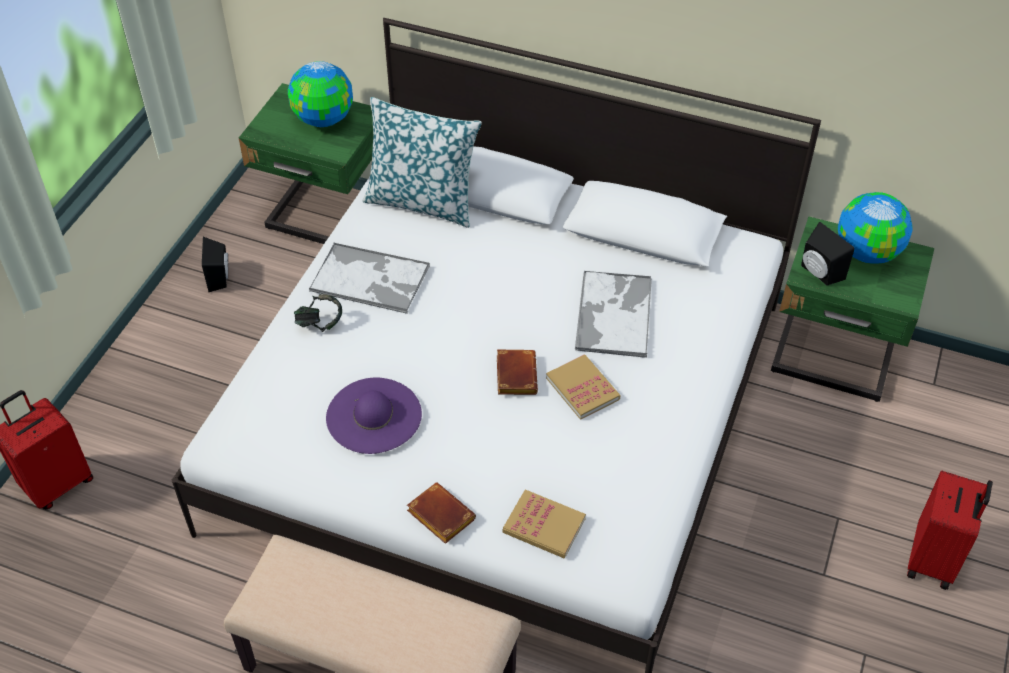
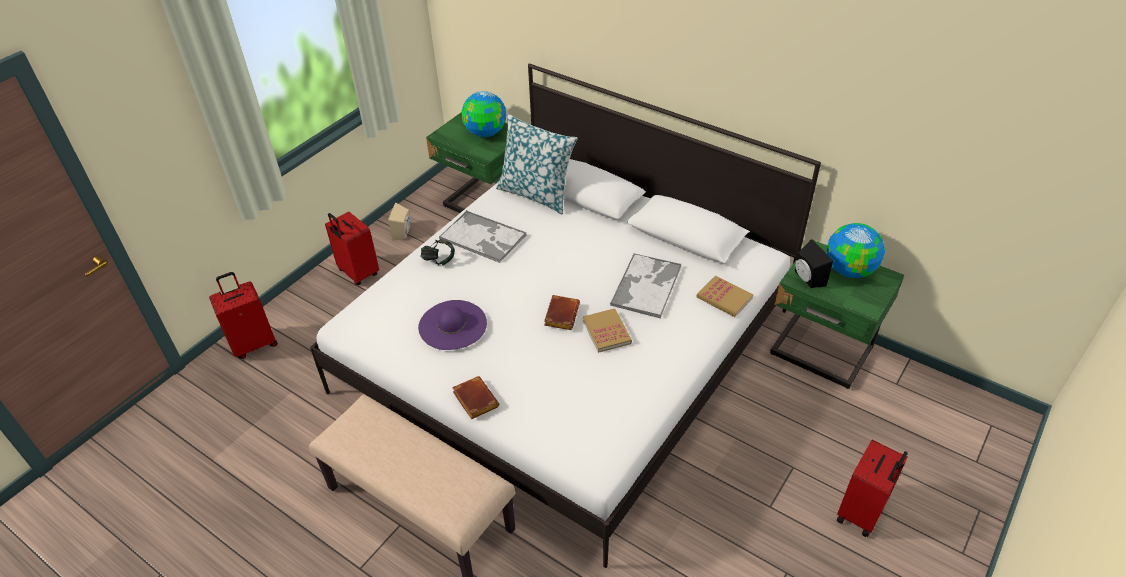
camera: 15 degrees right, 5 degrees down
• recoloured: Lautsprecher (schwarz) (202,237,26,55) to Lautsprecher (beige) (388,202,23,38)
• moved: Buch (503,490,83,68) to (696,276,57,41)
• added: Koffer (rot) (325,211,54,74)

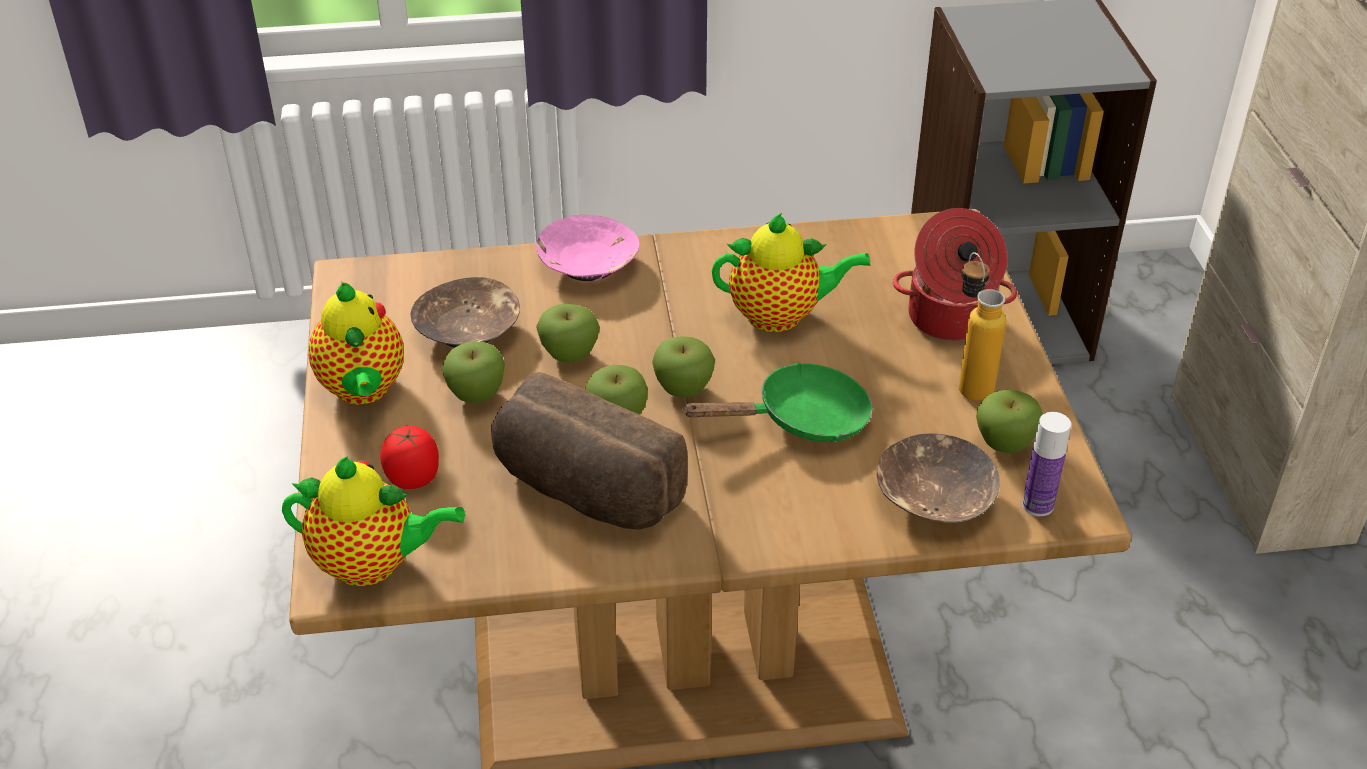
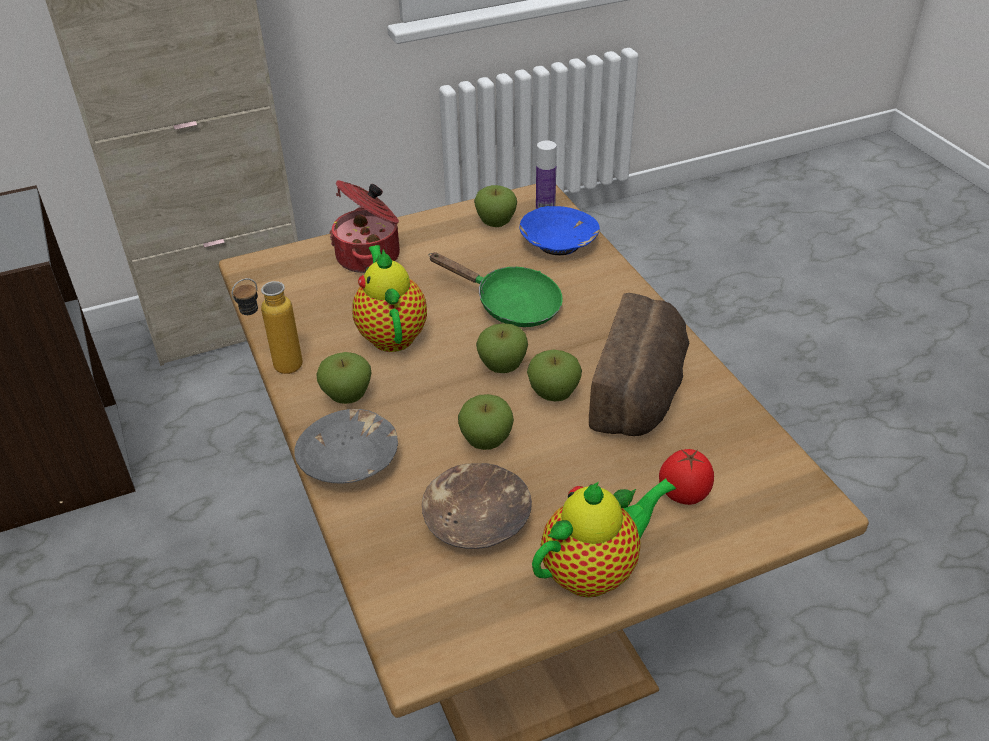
camera: 105 degrees left, 0 degrees up
• removed: Teekanne (282,456,183,130)
• moved: Apfel (442,341,63,62) to (316,352,56,52)
• recoloured: Schüssel (rosa) (536,215,103,66) to Schüssel (grau) (295,409,103,75)
• turned: Pfanne (grün) (682,362,191,80) = (429,252,134,75) 150 degrees clockwise
• recoloured: Schüssel (braun) (877,433,123,90) to Schüssel (blau) (520,206,80,49)
• moved: Flasche (959,252,47,149) to (232,278,71,96)

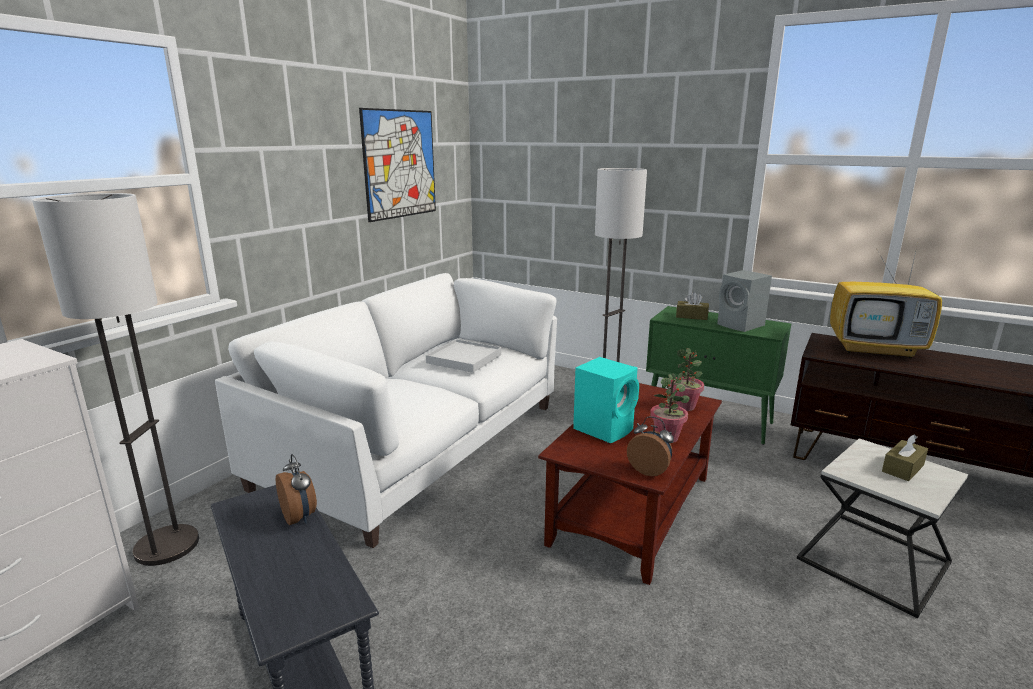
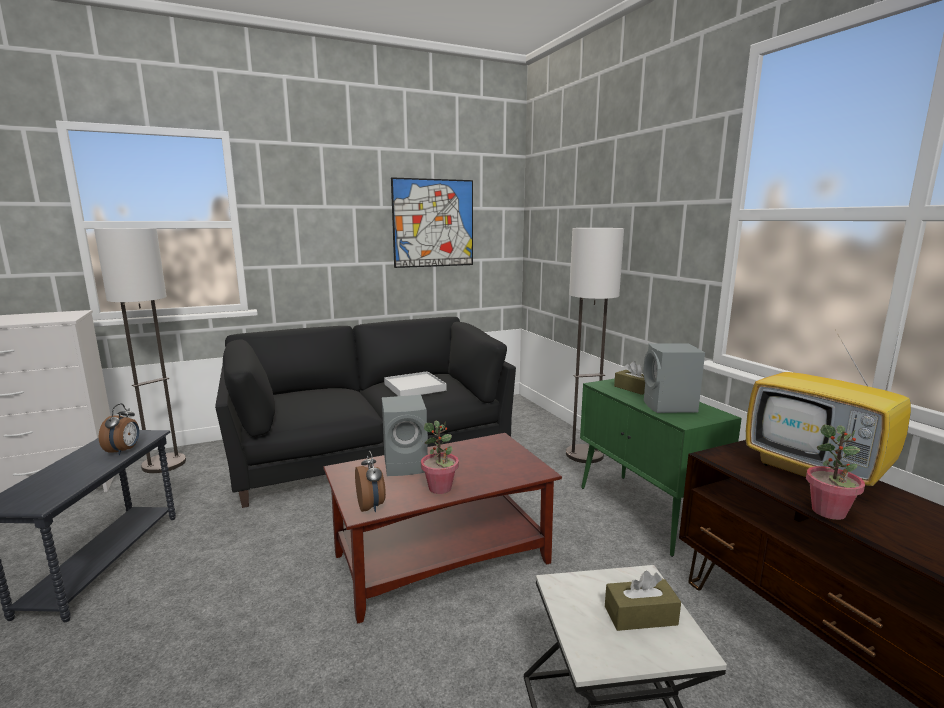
camera: 35 degrees right, 5 degrees down
• recoloured: Sofa (weiß) (215,273,342,275) to Sofa (schwarz) (215,317,301,191)
• recoloured: Lautsprecher (türkis) (573,357,66,86) to Lautsprecher (grau) (382,395,46,81)
• moved: Topfpflanze (670,348,34,63) to (806,425,59,95)

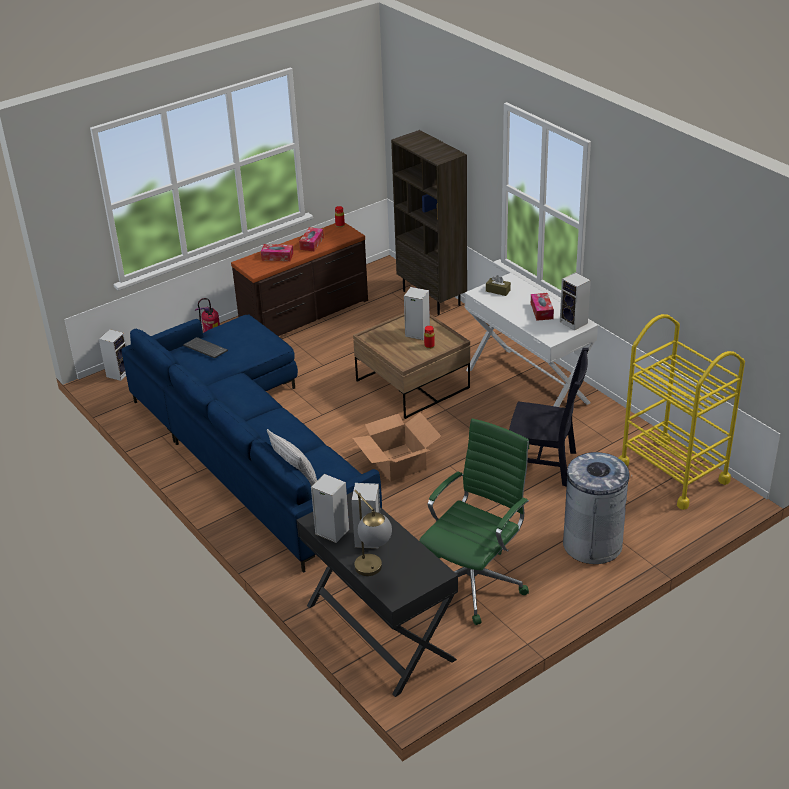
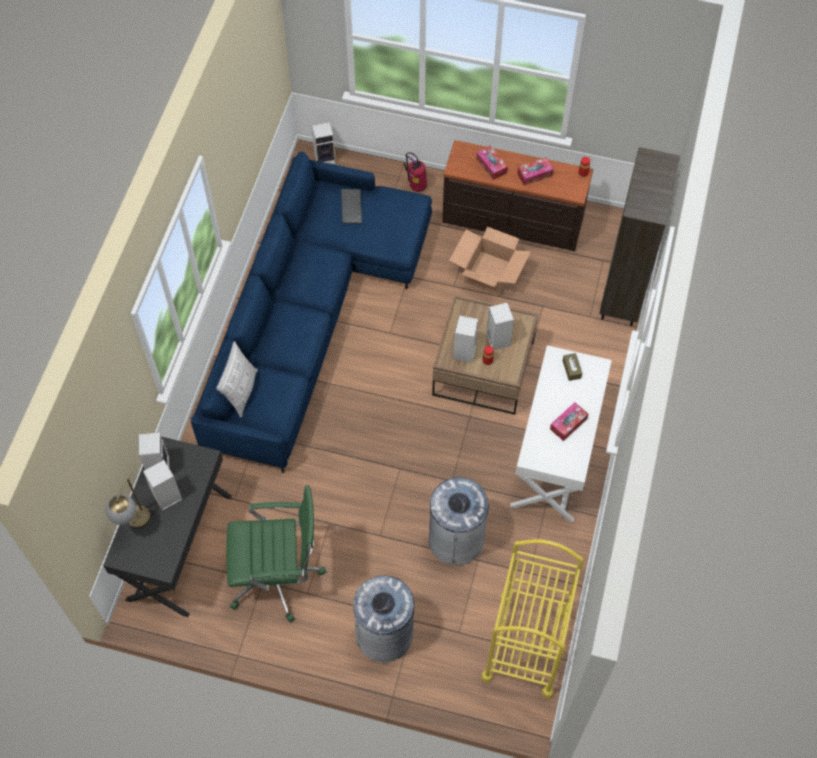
camera: 50 degrees right, 25 degrees up
• moved: Karton (352,412,89,70) to (449,227,82,68)
• replaced: Stuhl (schwarz) (509,348,80,139) to Mülleimer (grau) (429,478,62,87)
• moved: Lautsprecher (560,272,31,58) to (453,315,25,48)

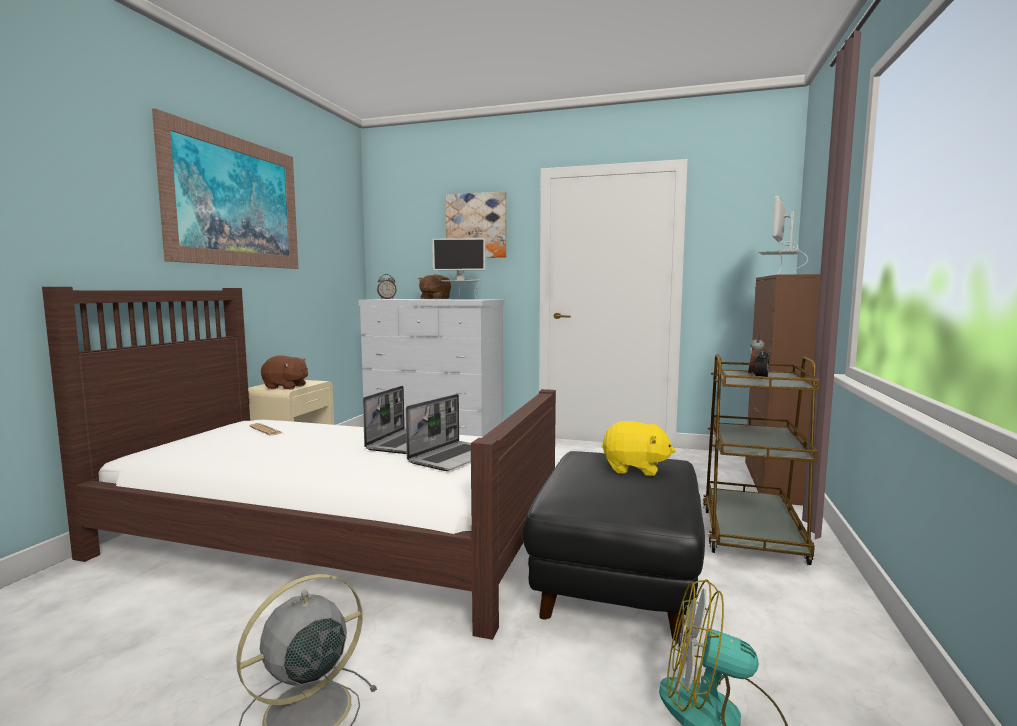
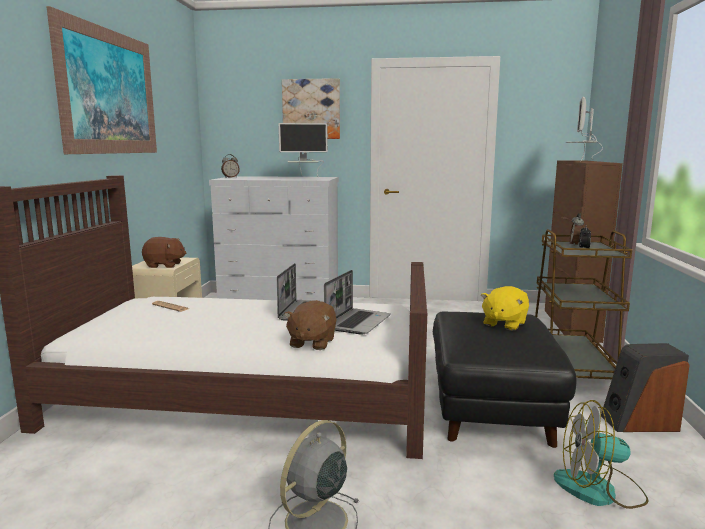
camera: 10 degrees left, 5 degrees up
• moved: Plüschtier (braun) (418,274,33,25) to (284,300,53,50)
• turned: Plüschtier (gelb) (602,421,74,55) = (481,286,48,45) 120 degrees clockwise
• added: Lautsprecher (601,343,89,89)

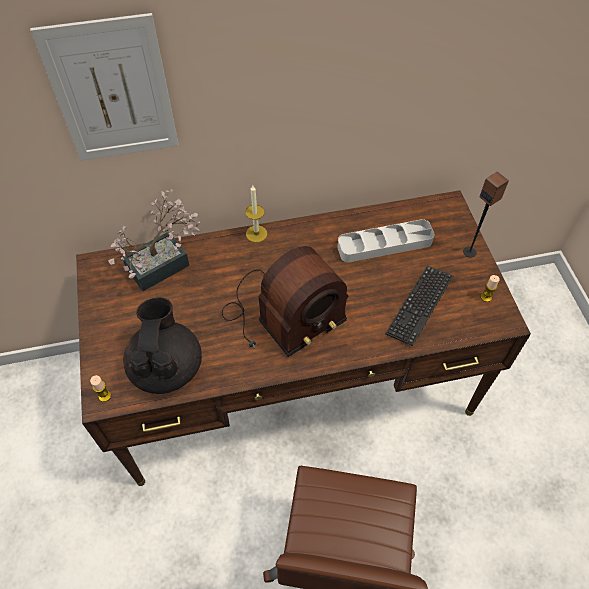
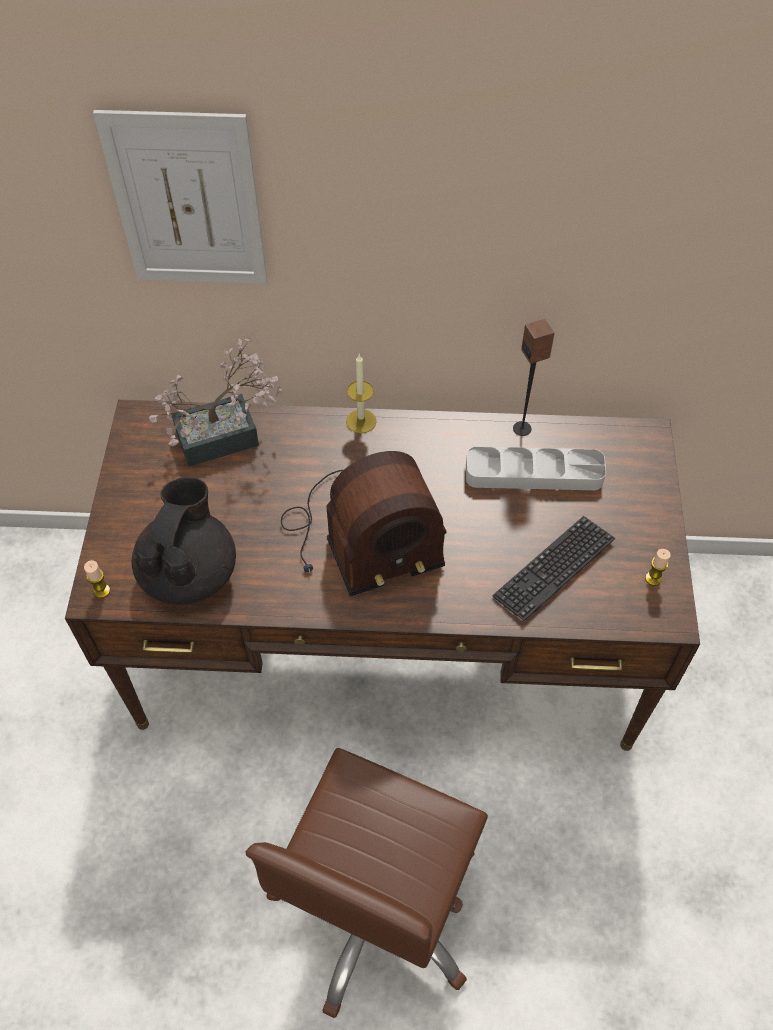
camera: 15 degrees right, 0 degrees up
• moved: Lautsprecher (463,171,46,87) to (513,319,42,117)

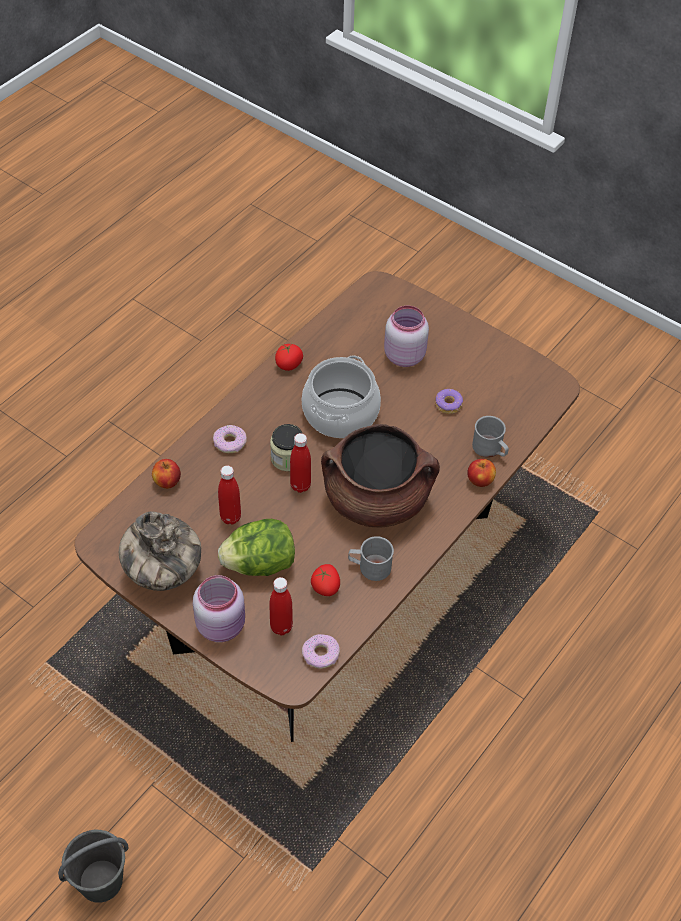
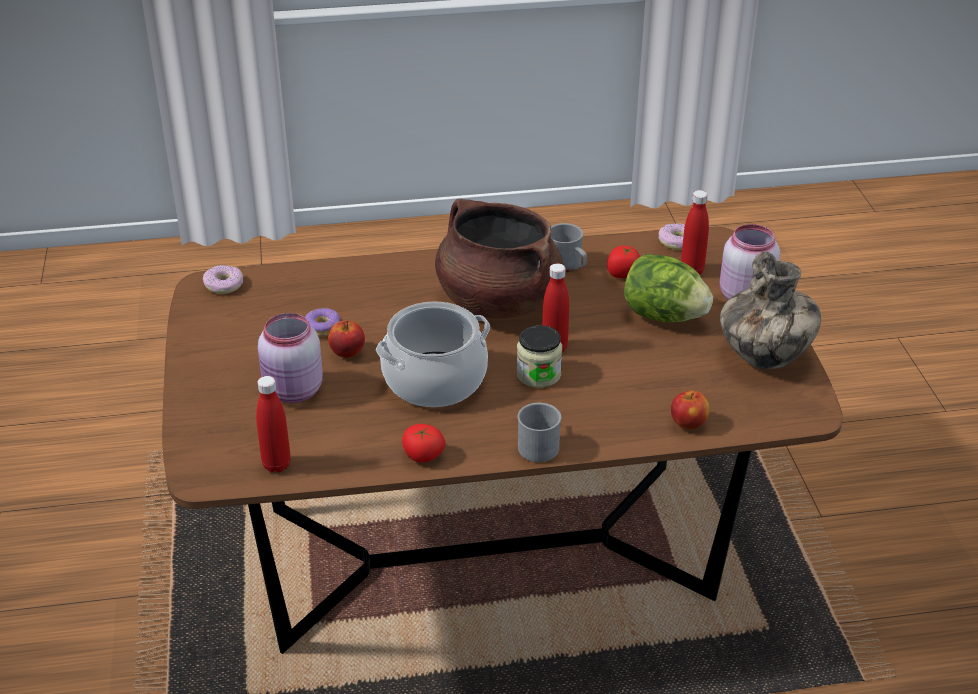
camera: 135 degrees left, 15 degrees down
• removed: Eimer (grau) (58,830,71,73)
• moved: Donut (213,425,34,28) to (203,265,40,29)
• moved: Flasche (rot) (218,466,23,59) to (256,376,35,96)
• moved: Apfel (467,459,29,28) to (328,320,37,38)
• moved: Henkelbecher (grau) (472,416,37,42) to (518,403,43,59)

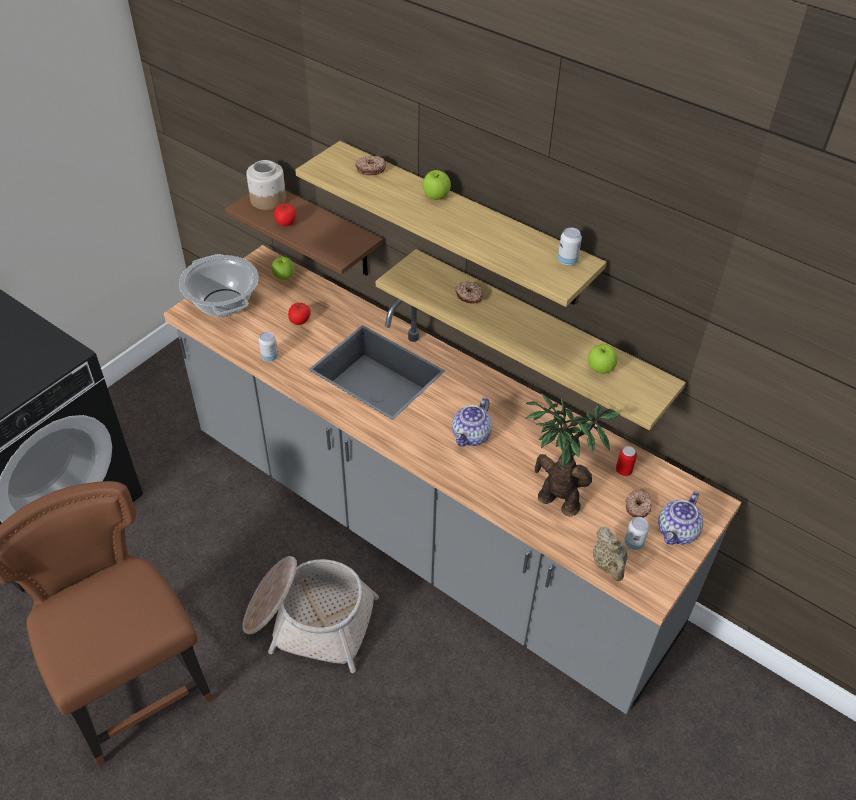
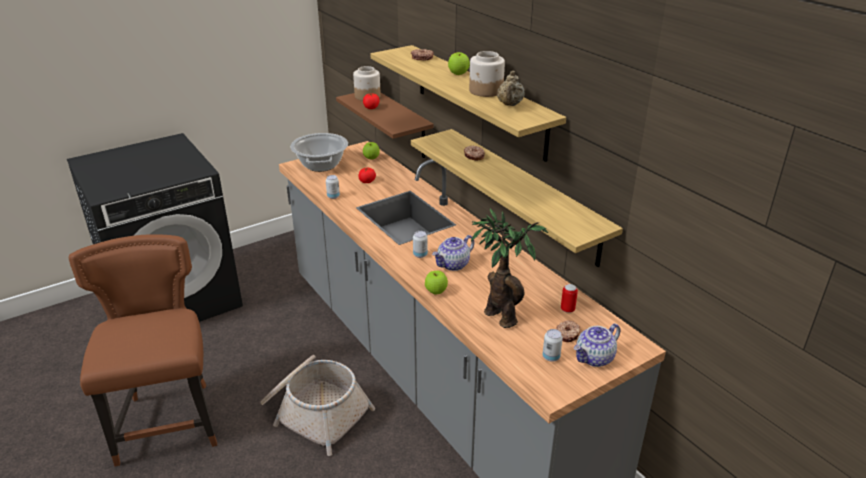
camera: 20 degrees right, 15 degrees down
• moved: Dose (558,227,24,39) to (413,231,15,27)
• moved: Apfel (588,344,29,30) to (425,271,23,23)
• moved: Teekanne (beige) (593,527,35,54) to (497,71,28,35)
• added: Vorratsglas (469,51,36,46)

